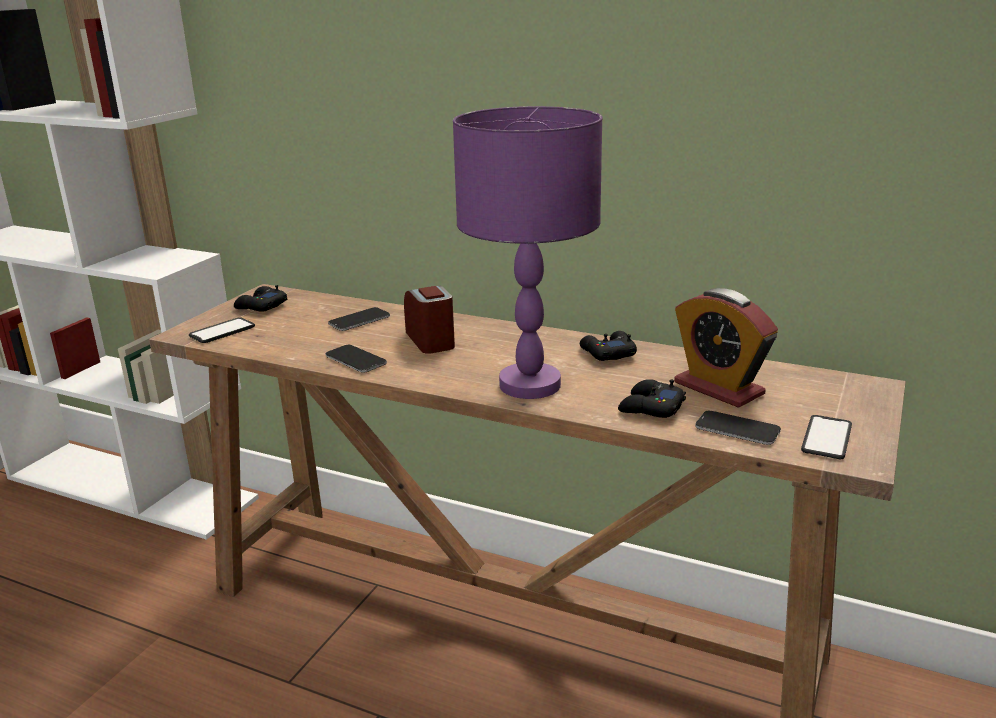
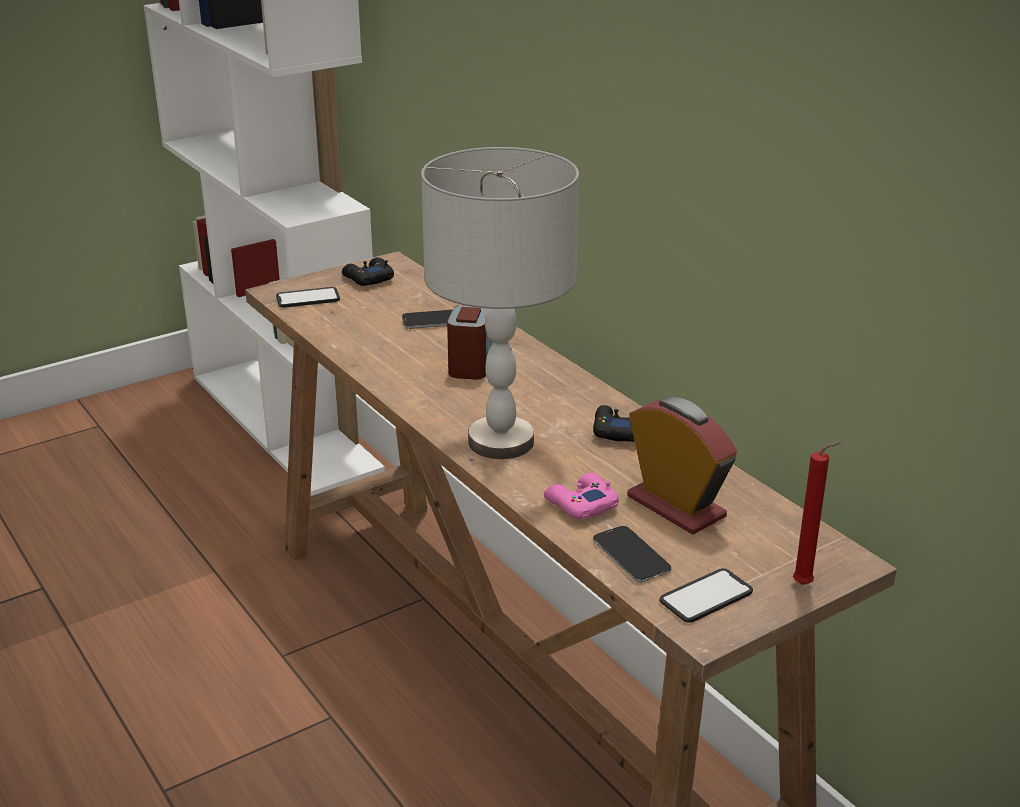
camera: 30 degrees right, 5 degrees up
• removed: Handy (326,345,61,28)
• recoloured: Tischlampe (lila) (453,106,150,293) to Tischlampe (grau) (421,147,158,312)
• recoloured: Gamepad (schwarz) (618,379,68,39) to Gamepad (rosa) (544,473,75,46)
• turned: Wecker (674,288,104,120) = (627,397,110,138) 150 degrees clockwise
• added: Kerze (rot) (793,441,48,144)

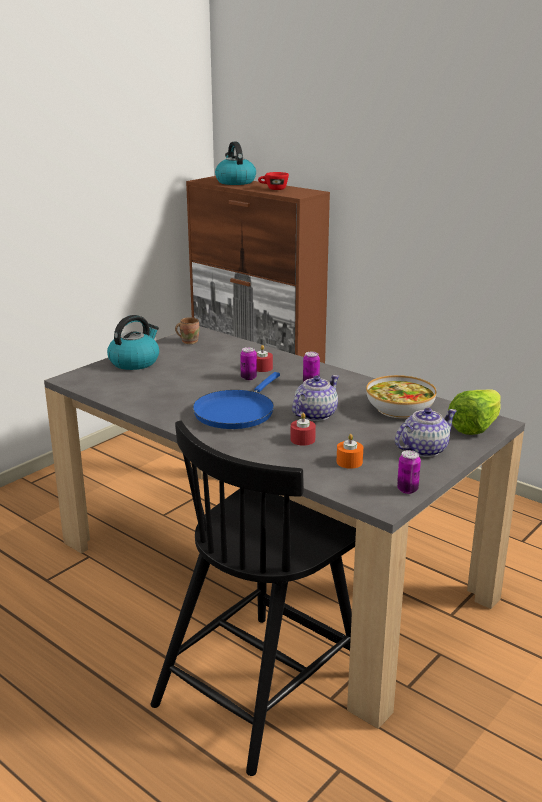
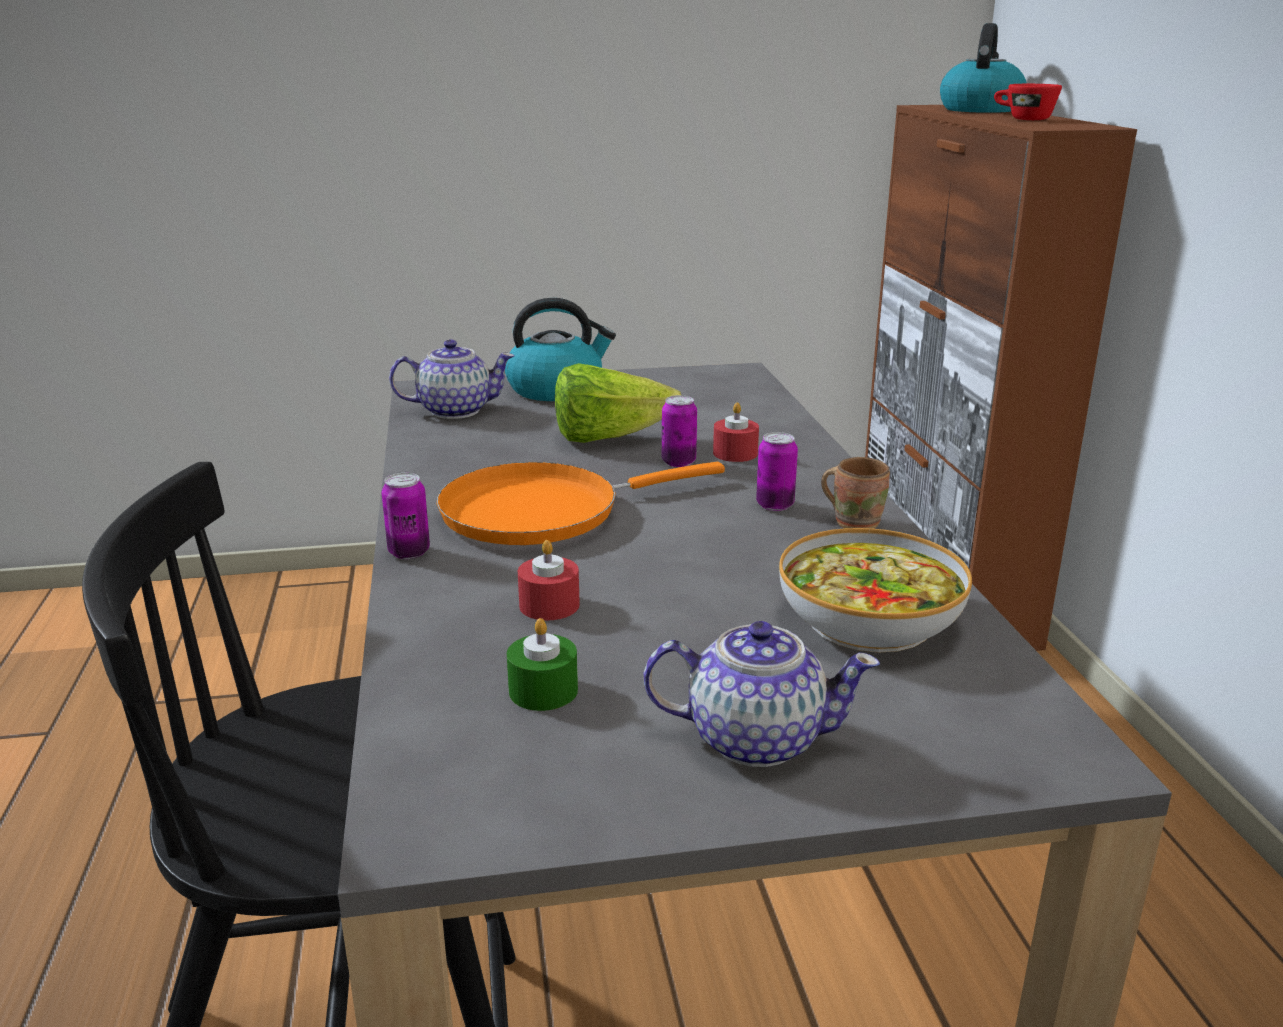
camera: 40 degrees right, 0 degrees up
• moved: Henkelbecher (braun) (175,317,25,27) to (821,457,69,72)
• recoloured: Pfanne (blau) (193,372,87,57) to Pfanne (orange) (437,462,288,83)
• moved: Teekanne (292,375,47,46) to (389,340,126,79)
• recoloured: Kerze (orange) (337,434,26,35) to Kerze (grün) (507,618,71,93)
• moved: Dose (397,450,24,44) to (382,473,48,86)
• moved: Salatkopf (448,389,53,46) to (555,363,126,80)

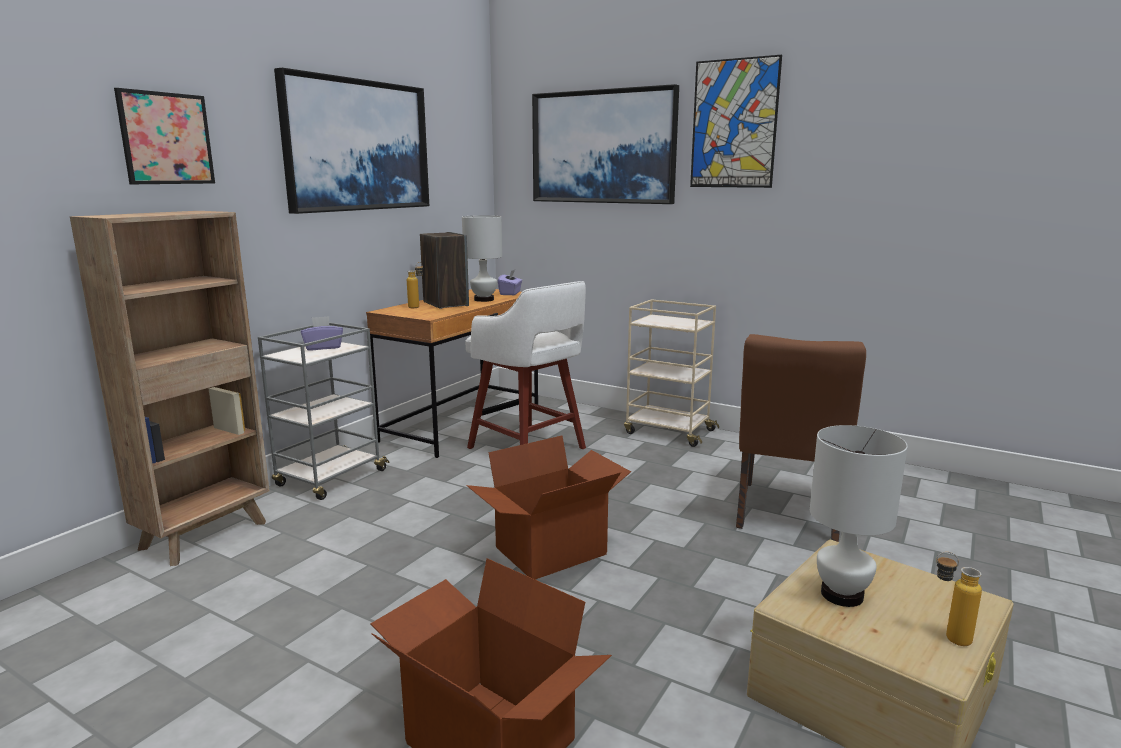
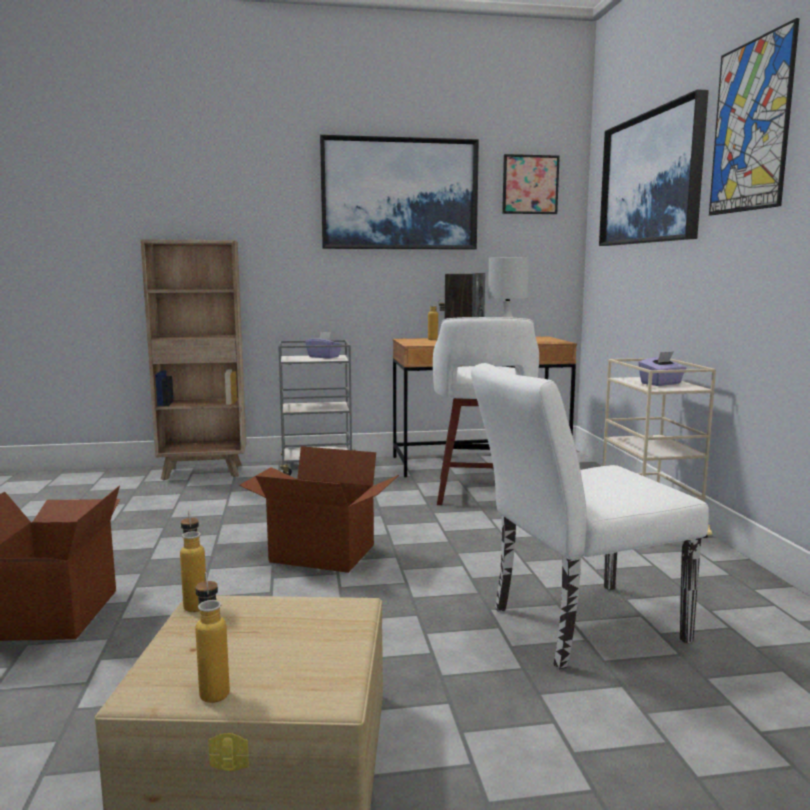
camera: 50 degrees right, 5 degrees down
• moved: Bild (114,88,101,96) to (502,154,58,60)
• moved: Taschentuchbox (lila) (498,270,24,25) to (638,351,48,35)
• recoloured: Stuhl (braun) (736,334,130,208) to Stuhl (weiß) (471,363,238,306)
• removed: Tischlampe (weiß) (810,425,98,182)
• added: Flasche (180,510,26,102)

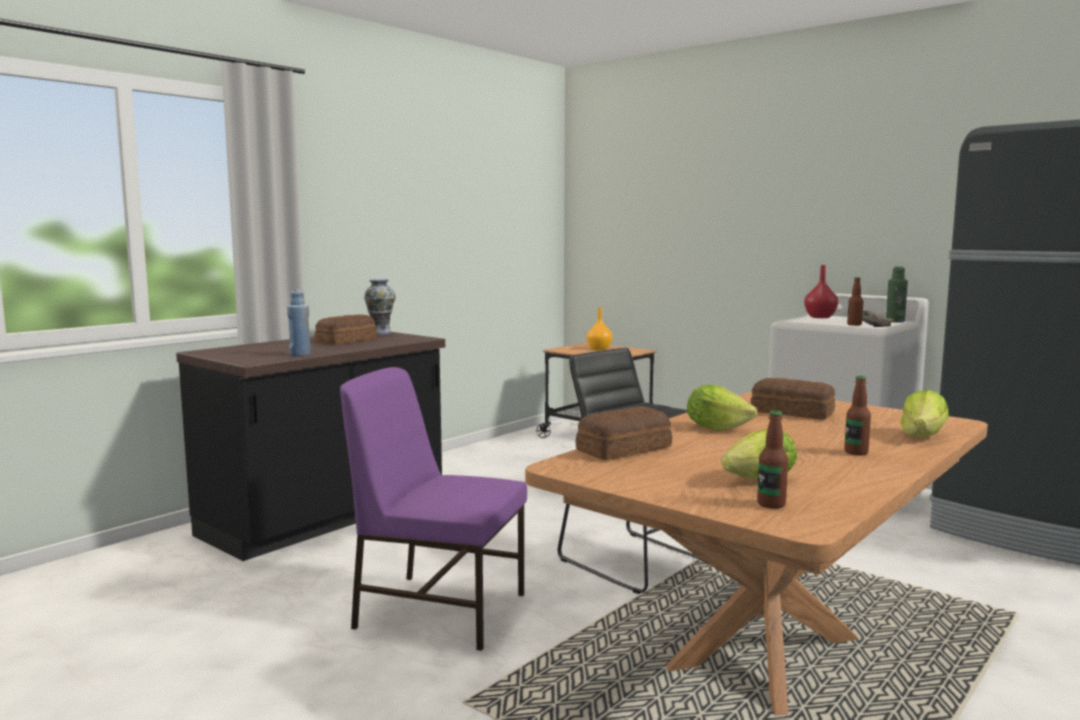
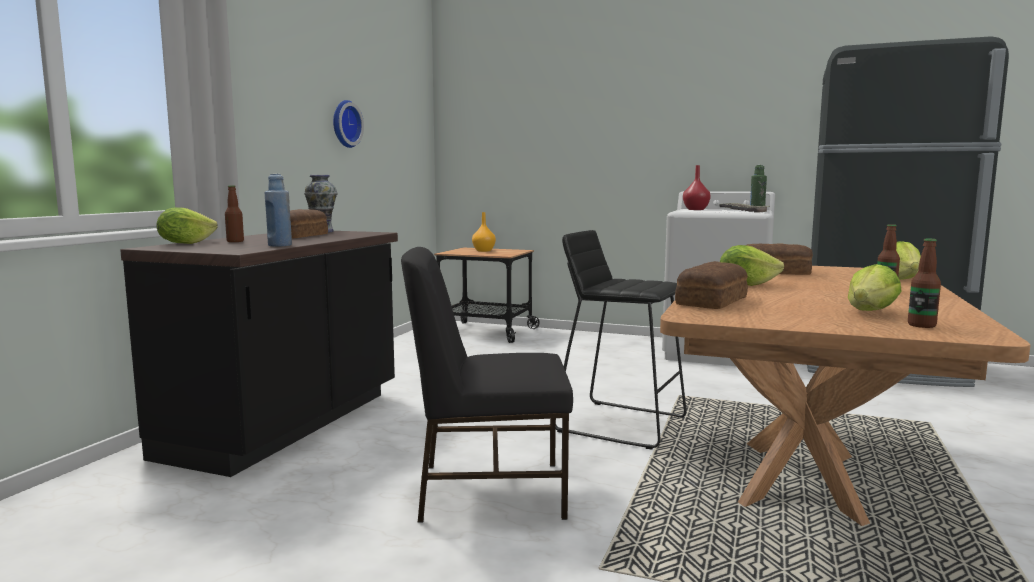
camera: 20 degrees left, 0 degrees up
• recoloured: Stuhl (lila) (340,367,187,284) to Stuhl (schwarz) (401,247,172,276)
• moved: Flasche (847,277,16,49) to (225,185,19,57)
• added: Salatkopf (157,207,61,37)
• added: Wanduhr (333,100,31,48)

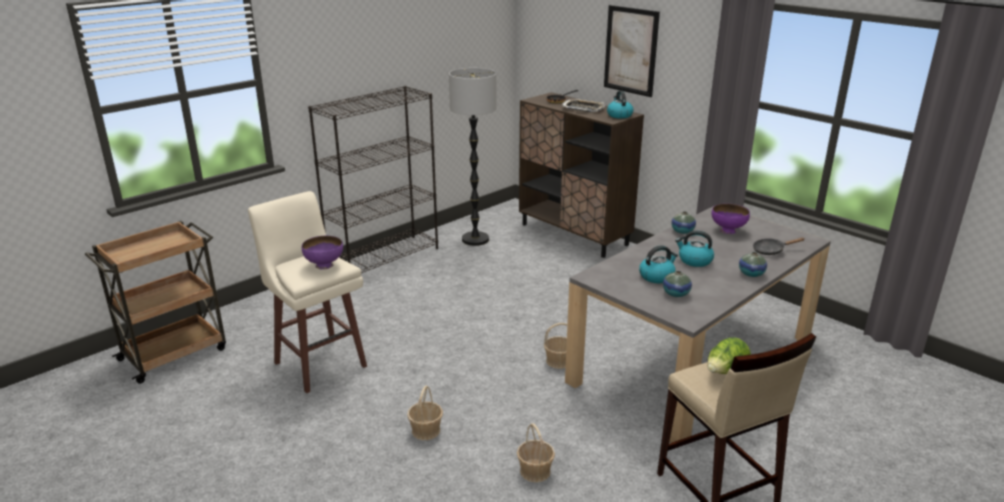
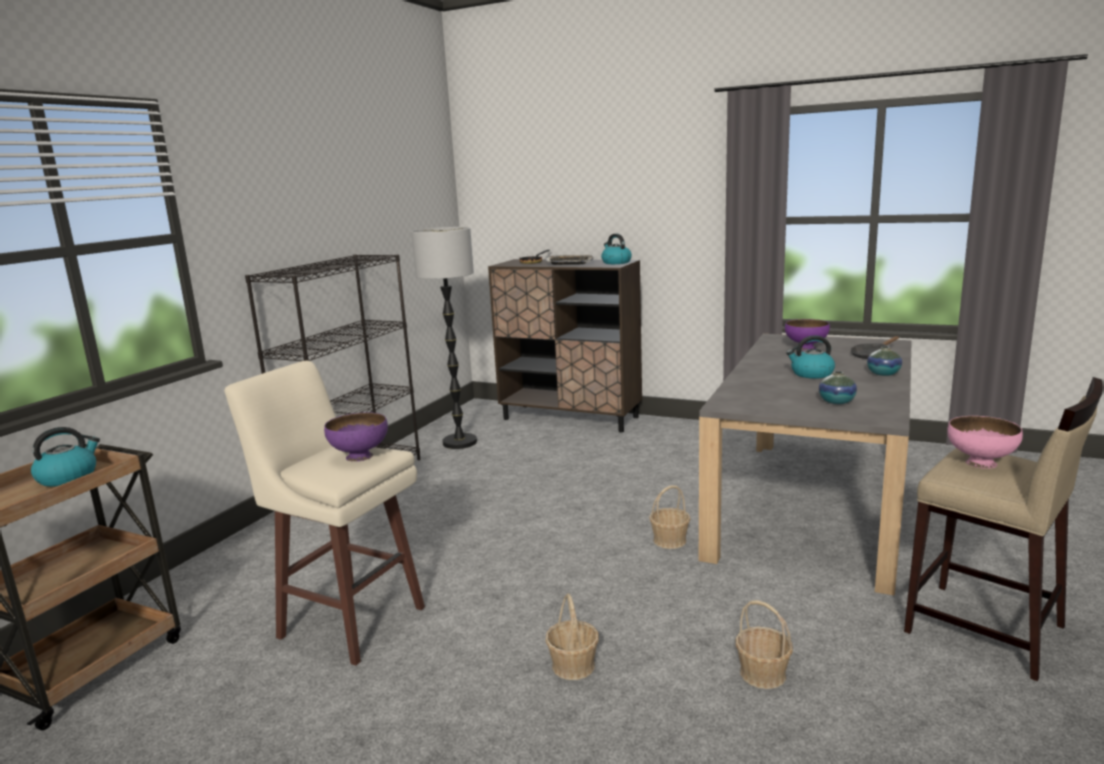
camera: 20 degrees left, 10 degrees down
• removed: Bild (604,5,56,92)
• moved: Wasserkessel (639,245,39,38) to (31,427,69,60)
• removed: Vase (671,211,25,23)
• replaced: Salatkopf (707,337,44,37) to Schüssel (rosa) (947,416,76,53)

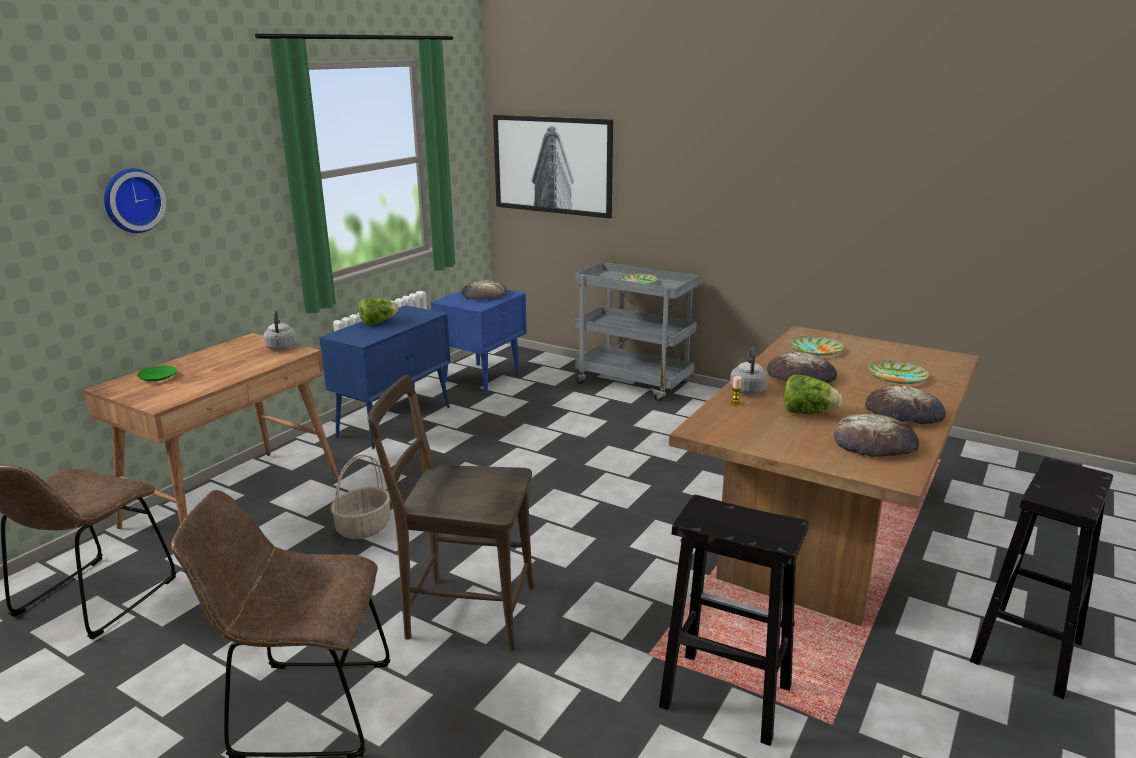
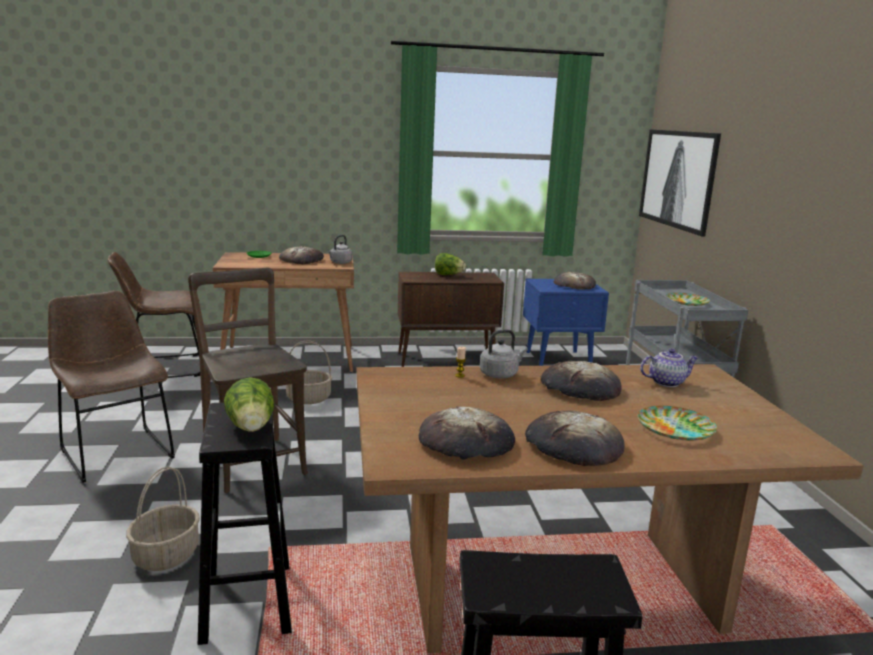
camera: 50 degrees right, 5 degrees down
• removed: Wanduhr (104,168,62,65)
• recoloured: Schrank (blau) (319,305,132,144) to Schrank (braun) (398,272,106,95)
• moved: Salatkopf (784,374,58,40) to (224,377,50,55)
• replaced: Teller (789,336,55,20) to Teekanne (640,348,59,39)
• added: Korb (126,467,74,104)
• added: Brot (279,246,45,18)

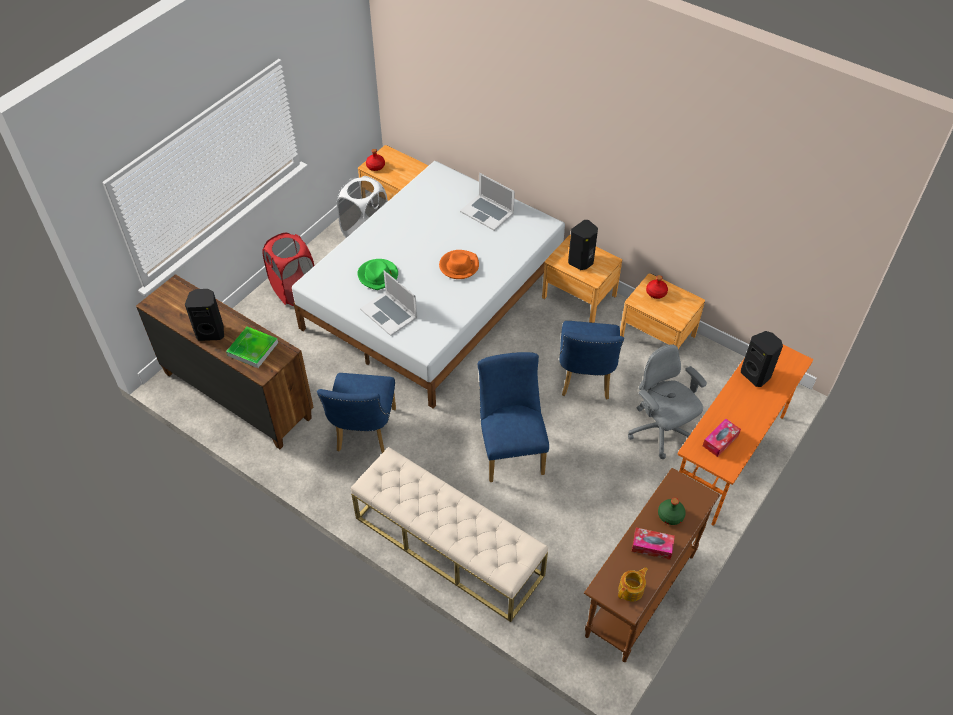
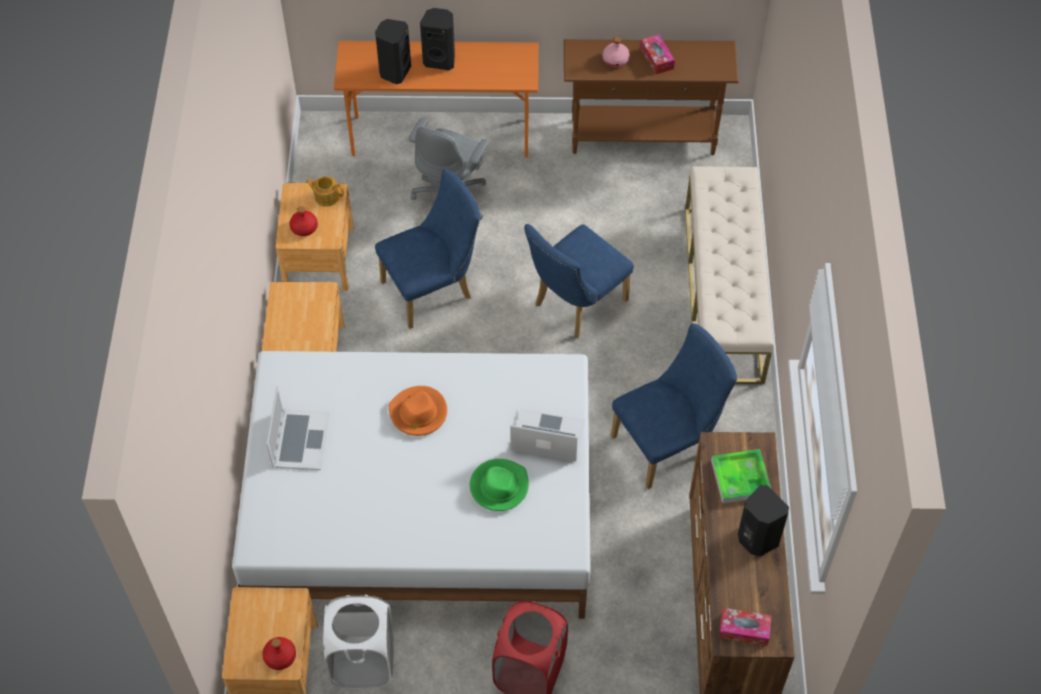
camera: 125 degrees left, 5 degrees up
• turned: Laptop (360,270,57,66) = (510,408,75,54) 90 degrees counterclockwise
• moved: Lautsprecher (schwarz) (568,220,30,50) to (420,8,35,62)
• moved: Teekanne (618,567,30,35) to (306,176,38,31)
• recoloured: Flasche (grün) (658,498,28,27) to Flasche (rosa) (603,37,27,30)
• moved: Taschentuchbox (703,419,38,38) to (719,608,53,38)

